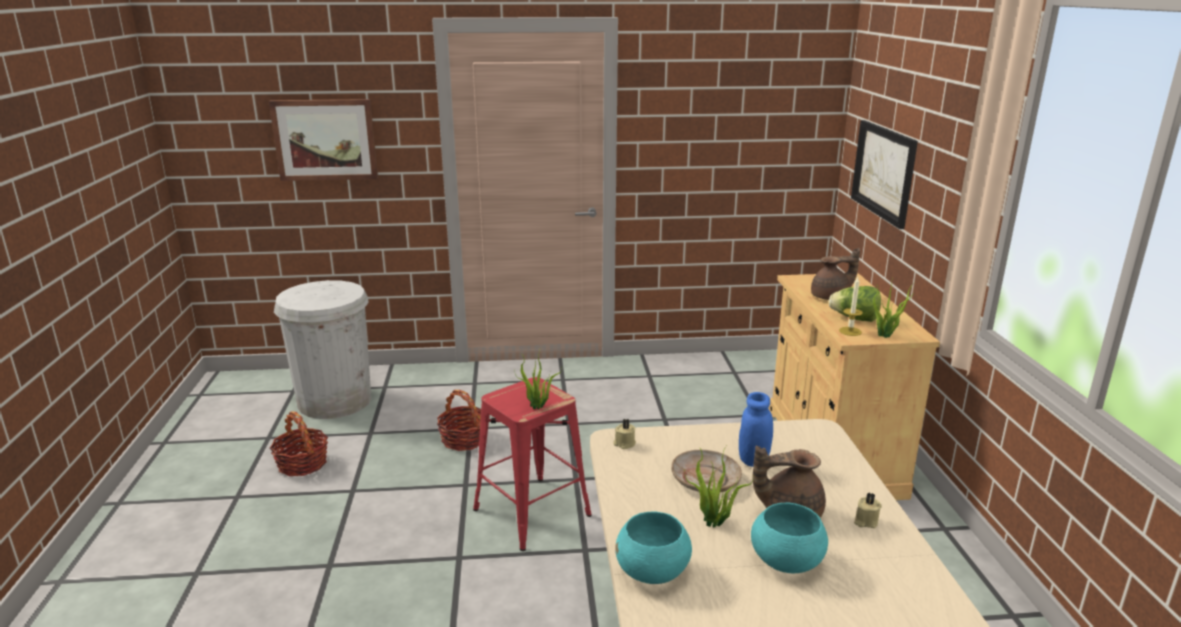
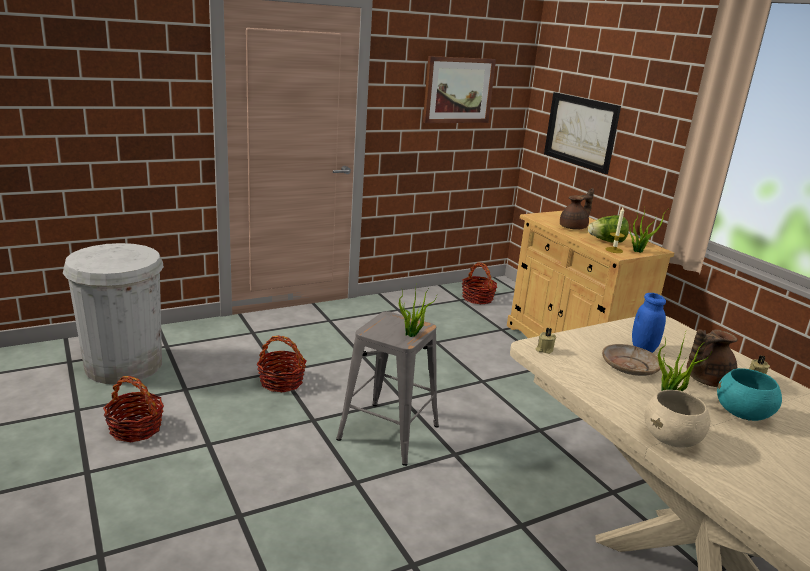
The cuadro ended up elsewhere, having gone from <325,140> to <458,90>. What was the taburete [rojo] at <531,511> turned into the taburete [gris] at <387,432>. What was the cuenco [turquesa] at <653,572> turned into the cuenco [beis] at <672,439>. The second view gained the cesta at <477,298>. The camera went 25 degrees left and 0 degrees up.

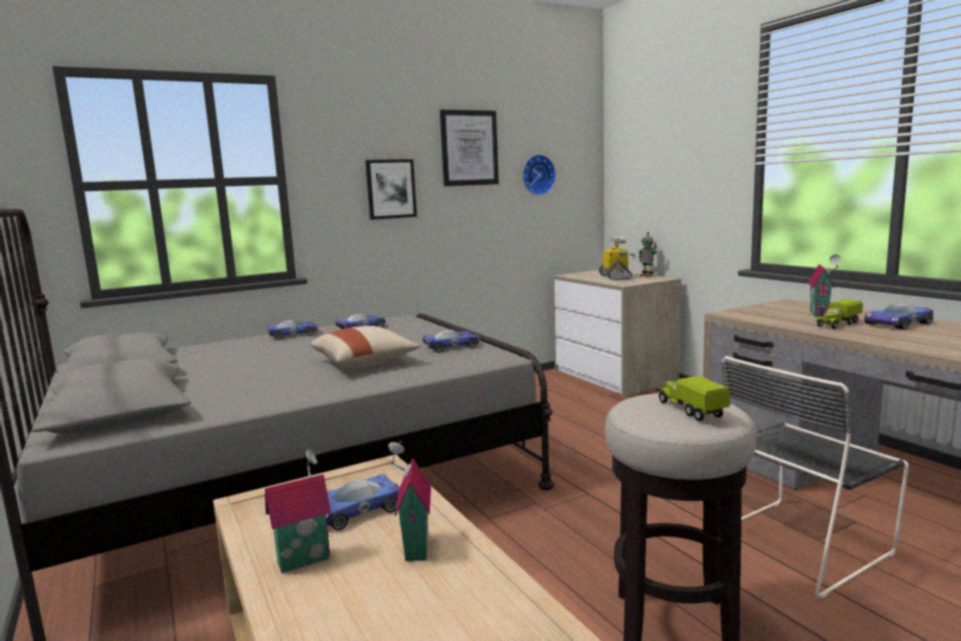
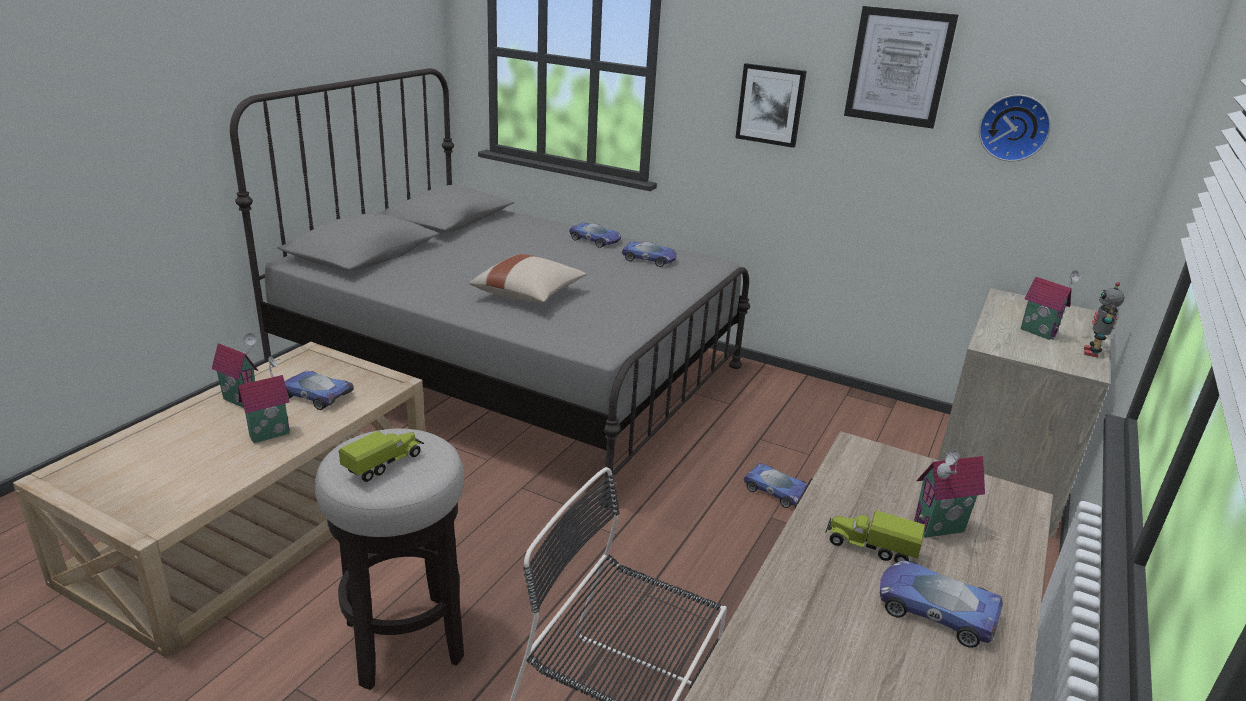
The coche de juguete ended up elsewhere, having gone from <452,346> to <777,491>. Where the robot de juguete stood at <616,277>, the casita came to stand at <1039,332>. The camera went 55 degrees right and 15 degrees up.

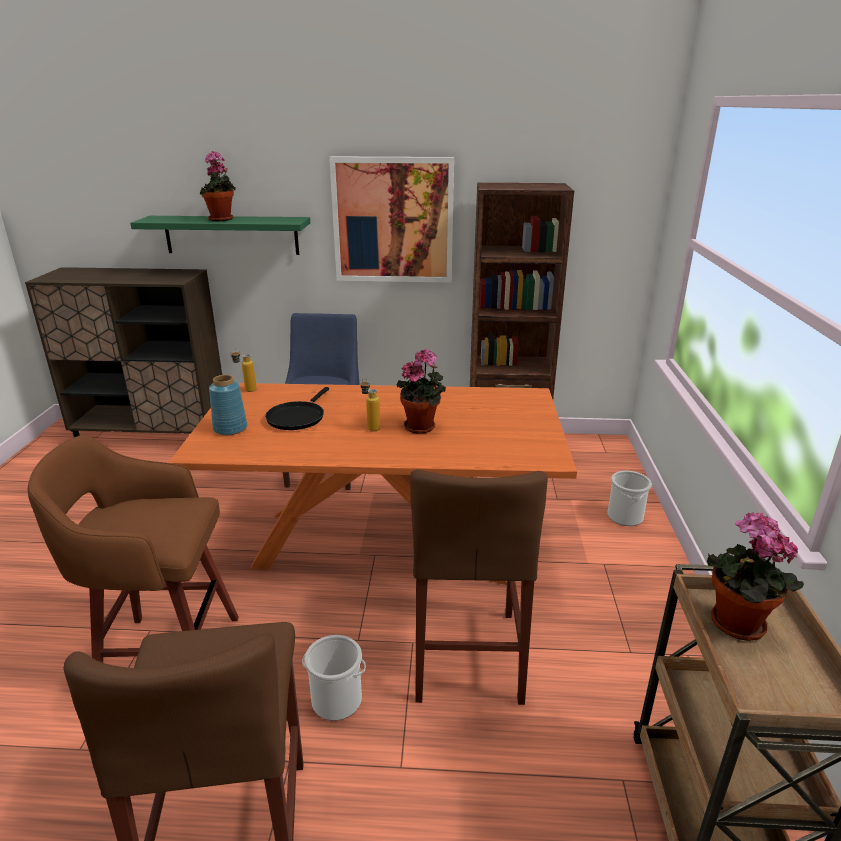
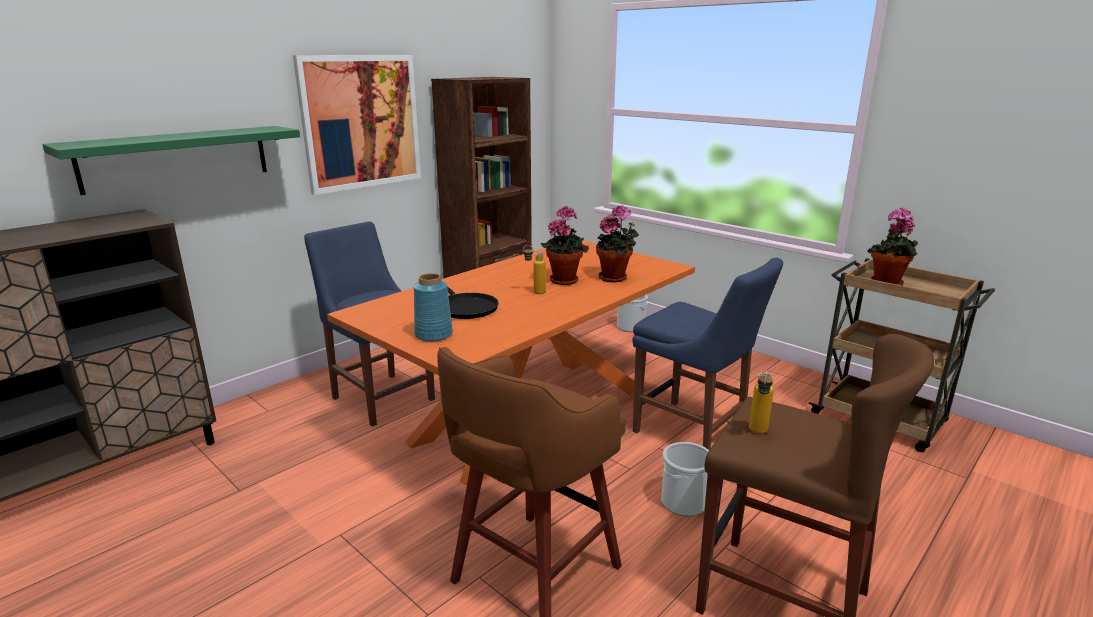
The planta en maceta ended up elsewhere, having gone from <222,219> to <615,278>. The botella ended up elsewhere, having gone from <246,390> to <757,433>. Where the taburete [marrón] stood at <467,654>, the silla [azul] came to stand at <693,433>. The camera went 50 degrees left and 5 degrees down.

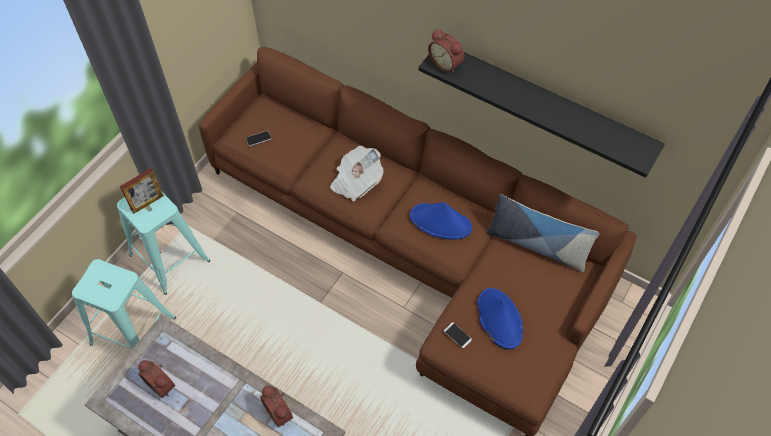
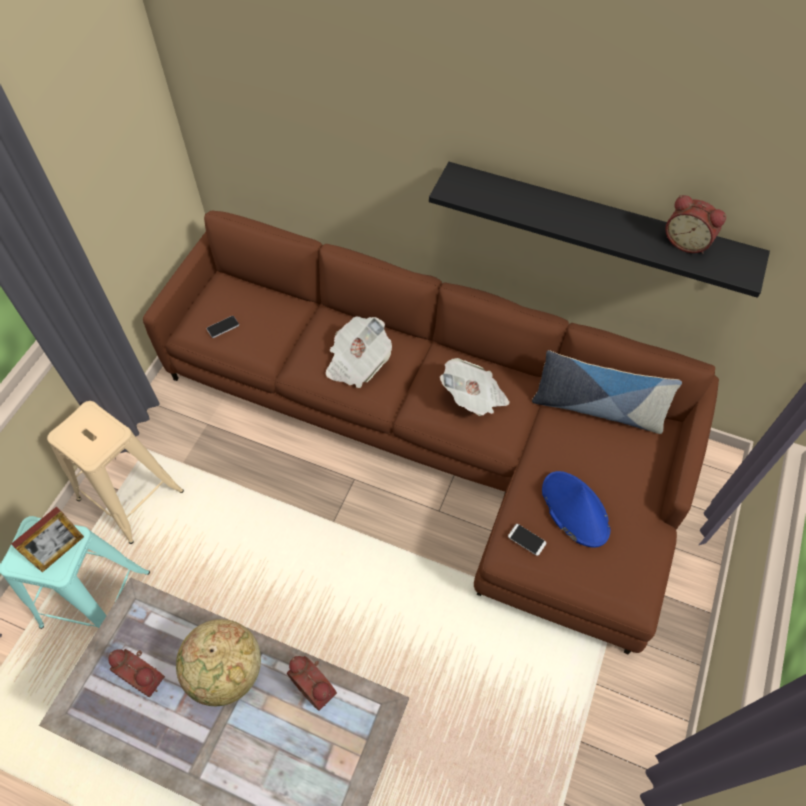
What was the taburete [turquesa] at <169,258> turned into the taburete [beis] at <130,495>. The portarretratos ended up elsewhere, having gone from <147,203> to <61,552>. Where the sombrero [azul] stood at <441,222>, the periódico came to stand at <474,397>. The despertador ended up elsewhere, having gone from <446,63> to <687,241>. The second view gained the globo terráqueo at <226,672>. The camera went 10 degrees left and 0 degrees up.

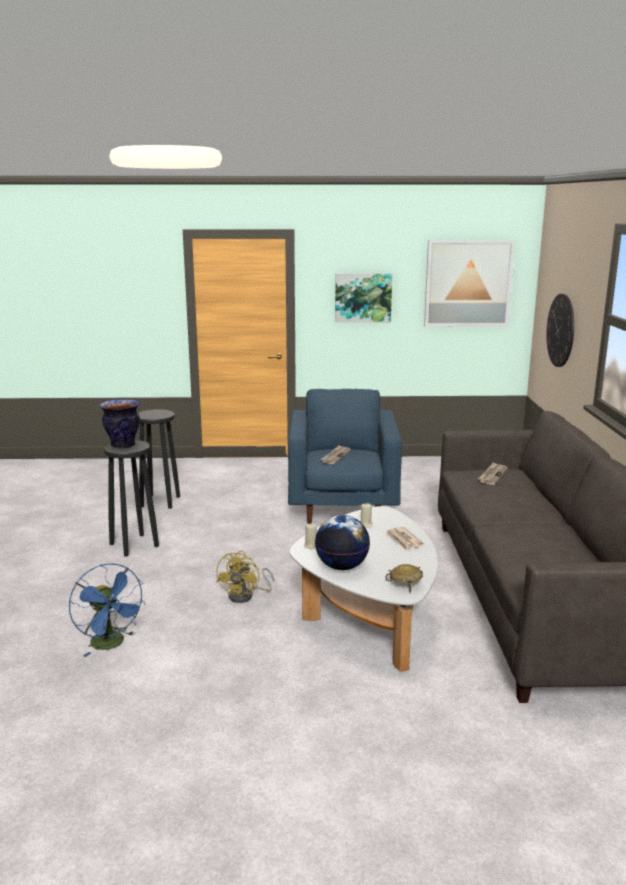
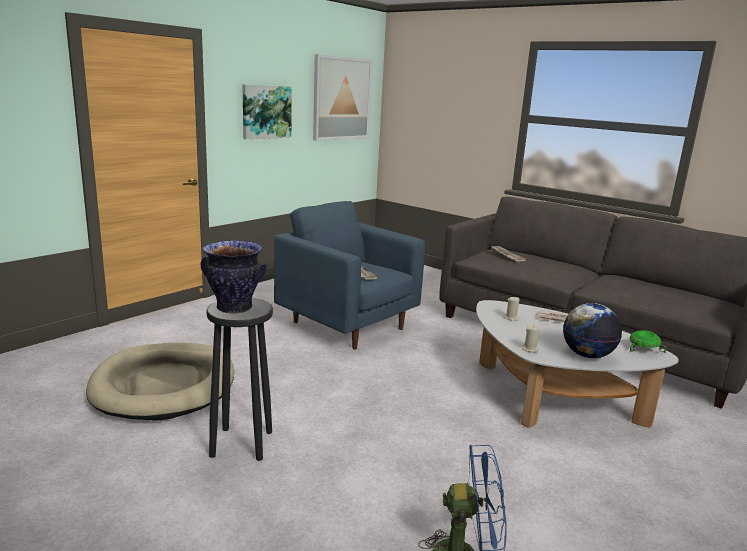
Where the taburete [negro] stood at <161,501>, the cama para perro [beis] came to stand at <164,385>. The second view lost the ventilador [amarillo] at <246,595>. What was the cuenco [beis] at <406,584> turned into the cuenco [verde] at <643,349>. The second view lost the reloj de pared at <560,330>. The camera went 50 degrees left and 0 degrees up.

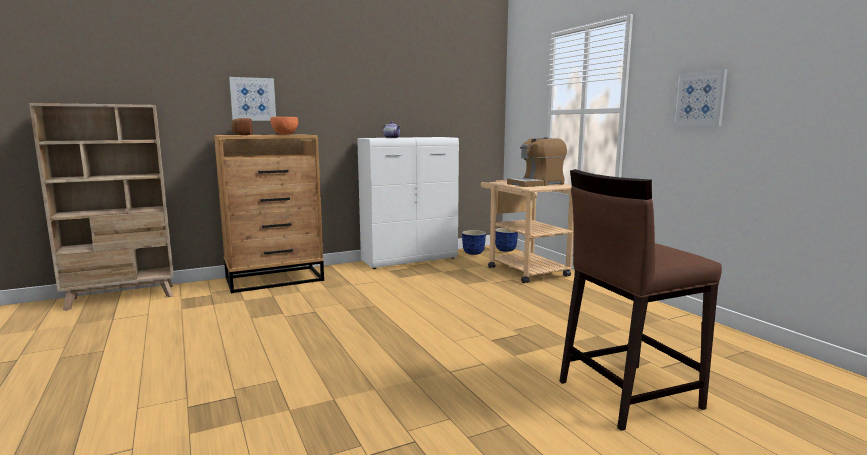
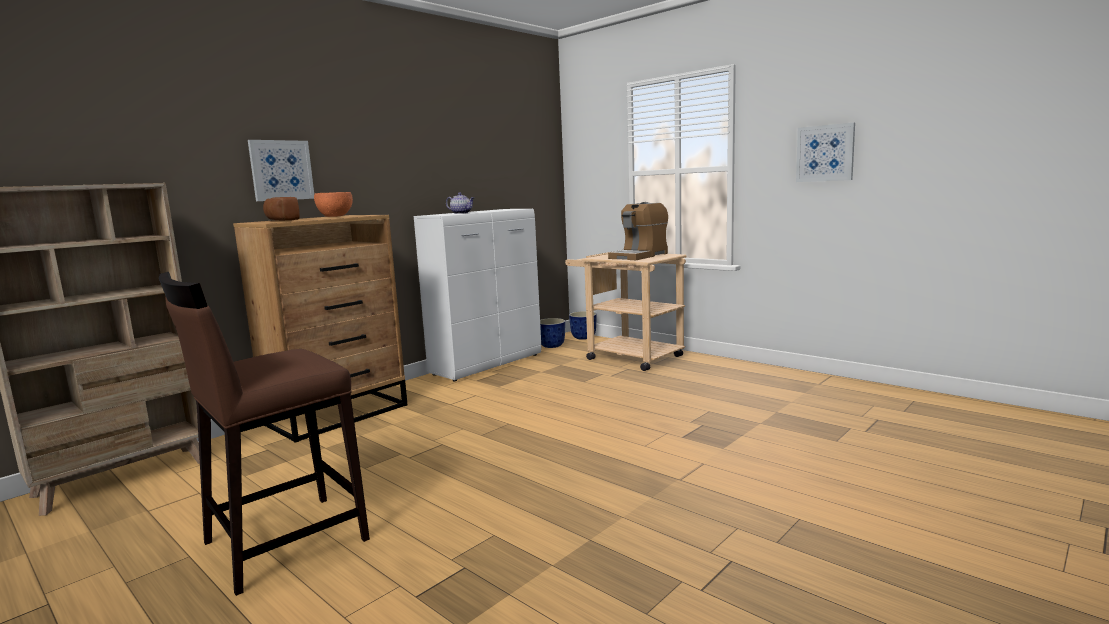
The taburete [marrón] ended up elsewhere, having gone from <627,394> to <283,541>. The camera went 20 degrees left and 0 degrees up.

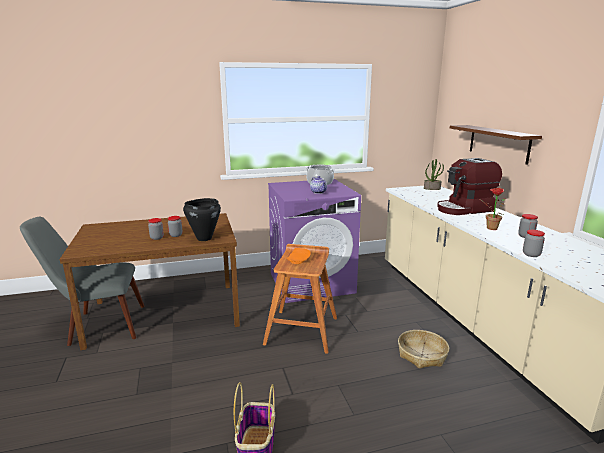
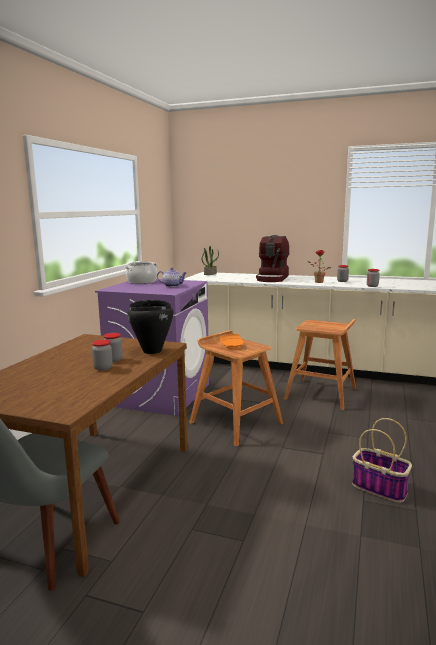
Where the cesta stood at <422,355>, the taburete [marrón] came to stand at <321,394>. The second view lost the estante [marrón] at <498,143>. The camera went 55 degrees left and 5 degrees down.

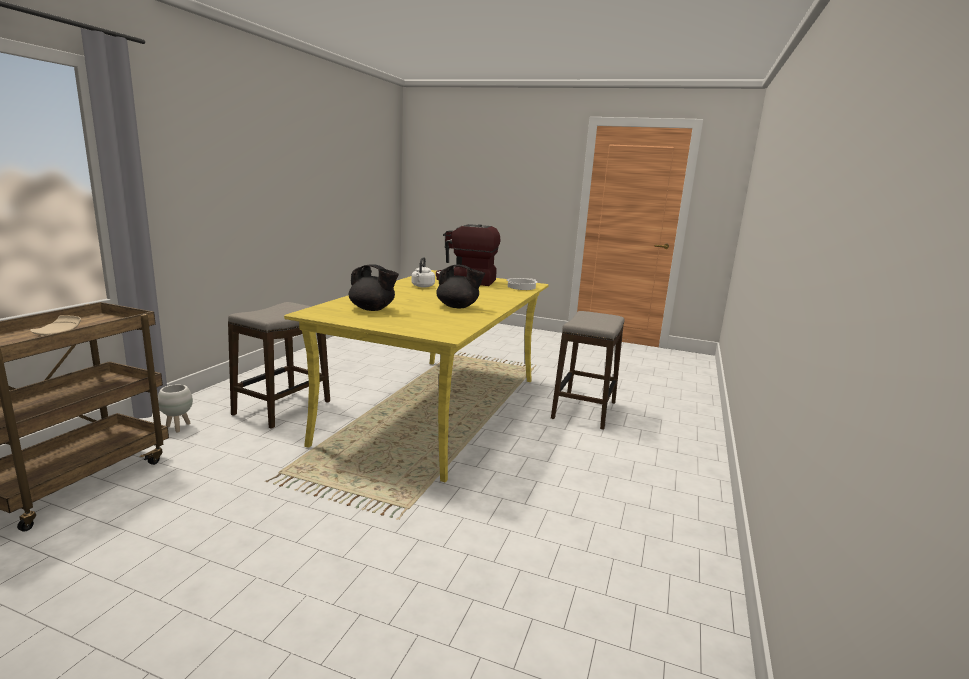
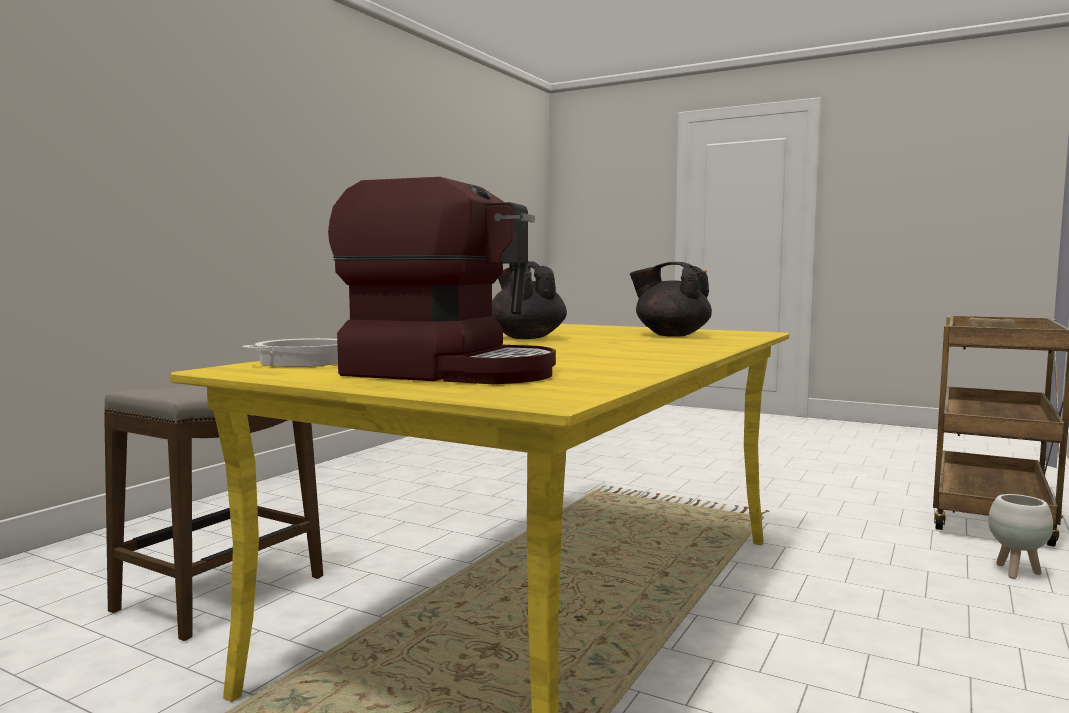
The second view lost the taburete at <282,408>. The second view lost the hervidor [blanco] at <422,286>. The tetera [negro] at <458,307> ended up facing another way, 45 degrees clockwise from before. The camera went 170 degrees left and 10 degrees down.

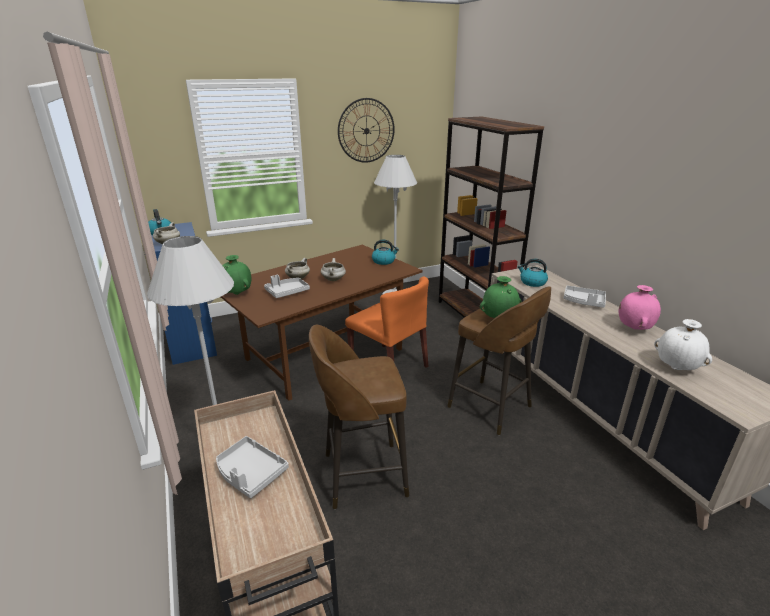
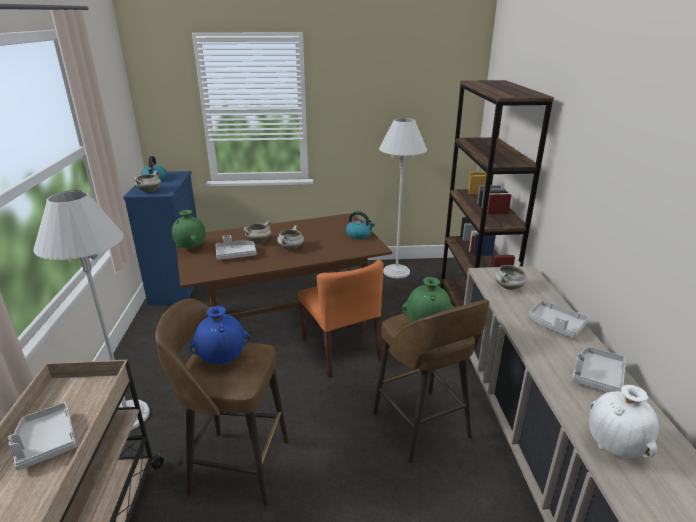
The second view lost the reloj de pared at <366,131>. Where the hervidor stood at <532,282>, the olla [blanco] came to stand at <508,287>. Where the florero [rosa] stood at <634,328>, the bandeja [gris] came to stand at <597,376>. The second view gained the florero [azul] at <223,360>. The camera went 20 degrees right and 0 degrees up.

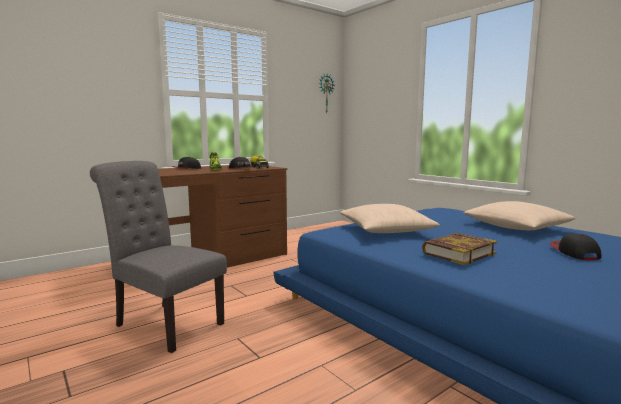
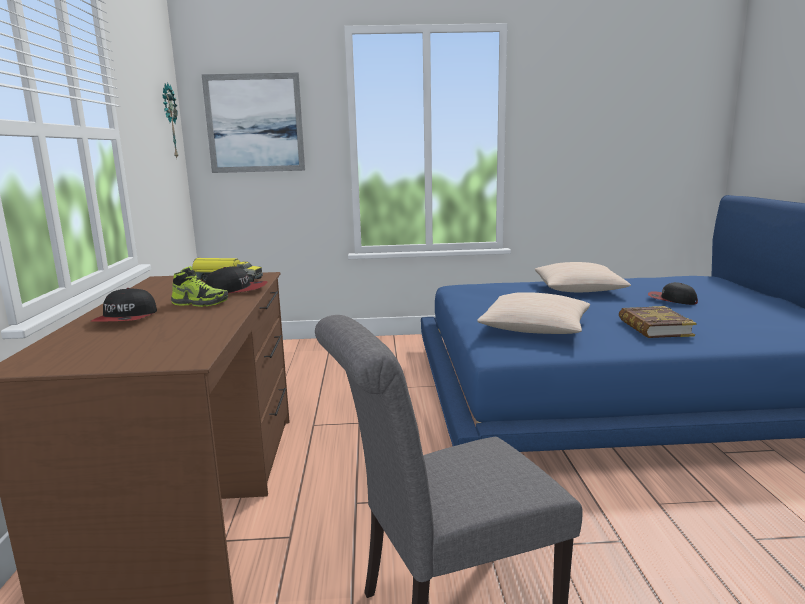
The second view gained the cuadro at <255,123>. The camera went 55 degrees left and 5 degrees up.

